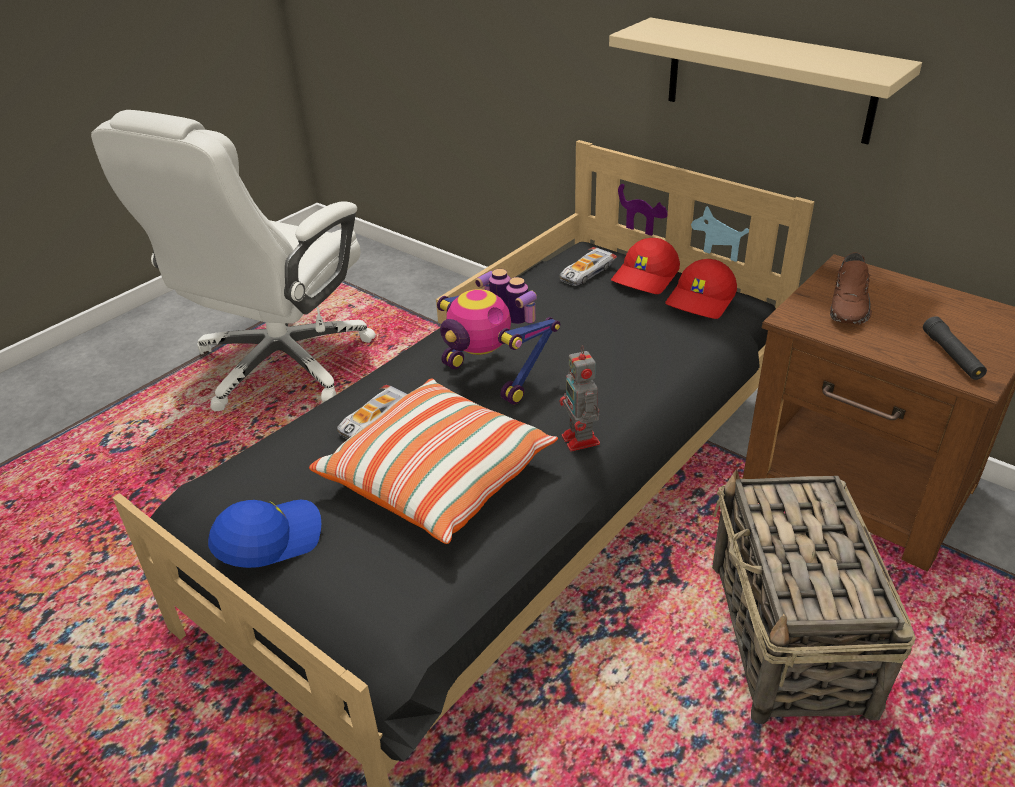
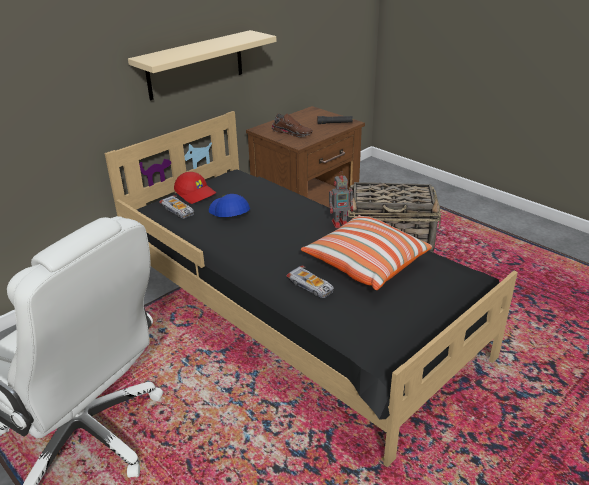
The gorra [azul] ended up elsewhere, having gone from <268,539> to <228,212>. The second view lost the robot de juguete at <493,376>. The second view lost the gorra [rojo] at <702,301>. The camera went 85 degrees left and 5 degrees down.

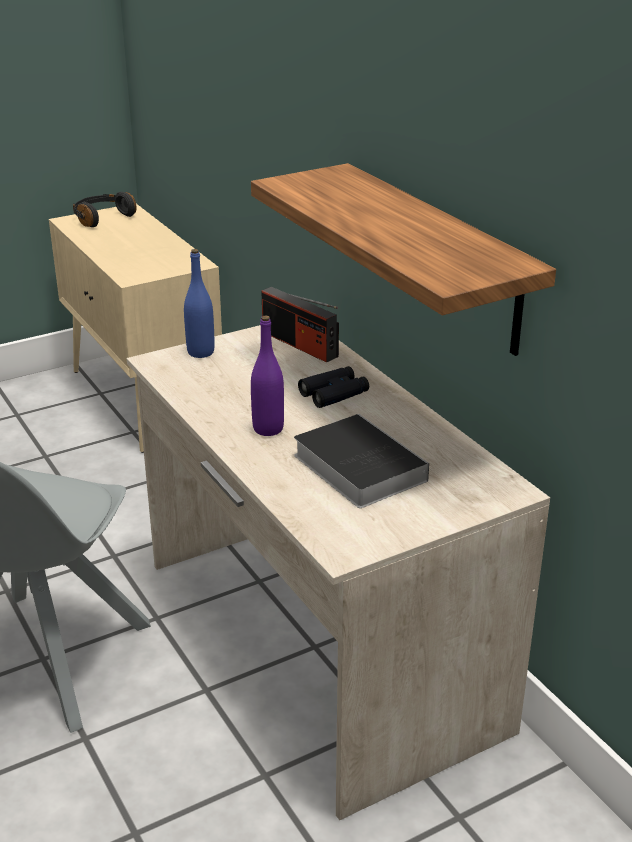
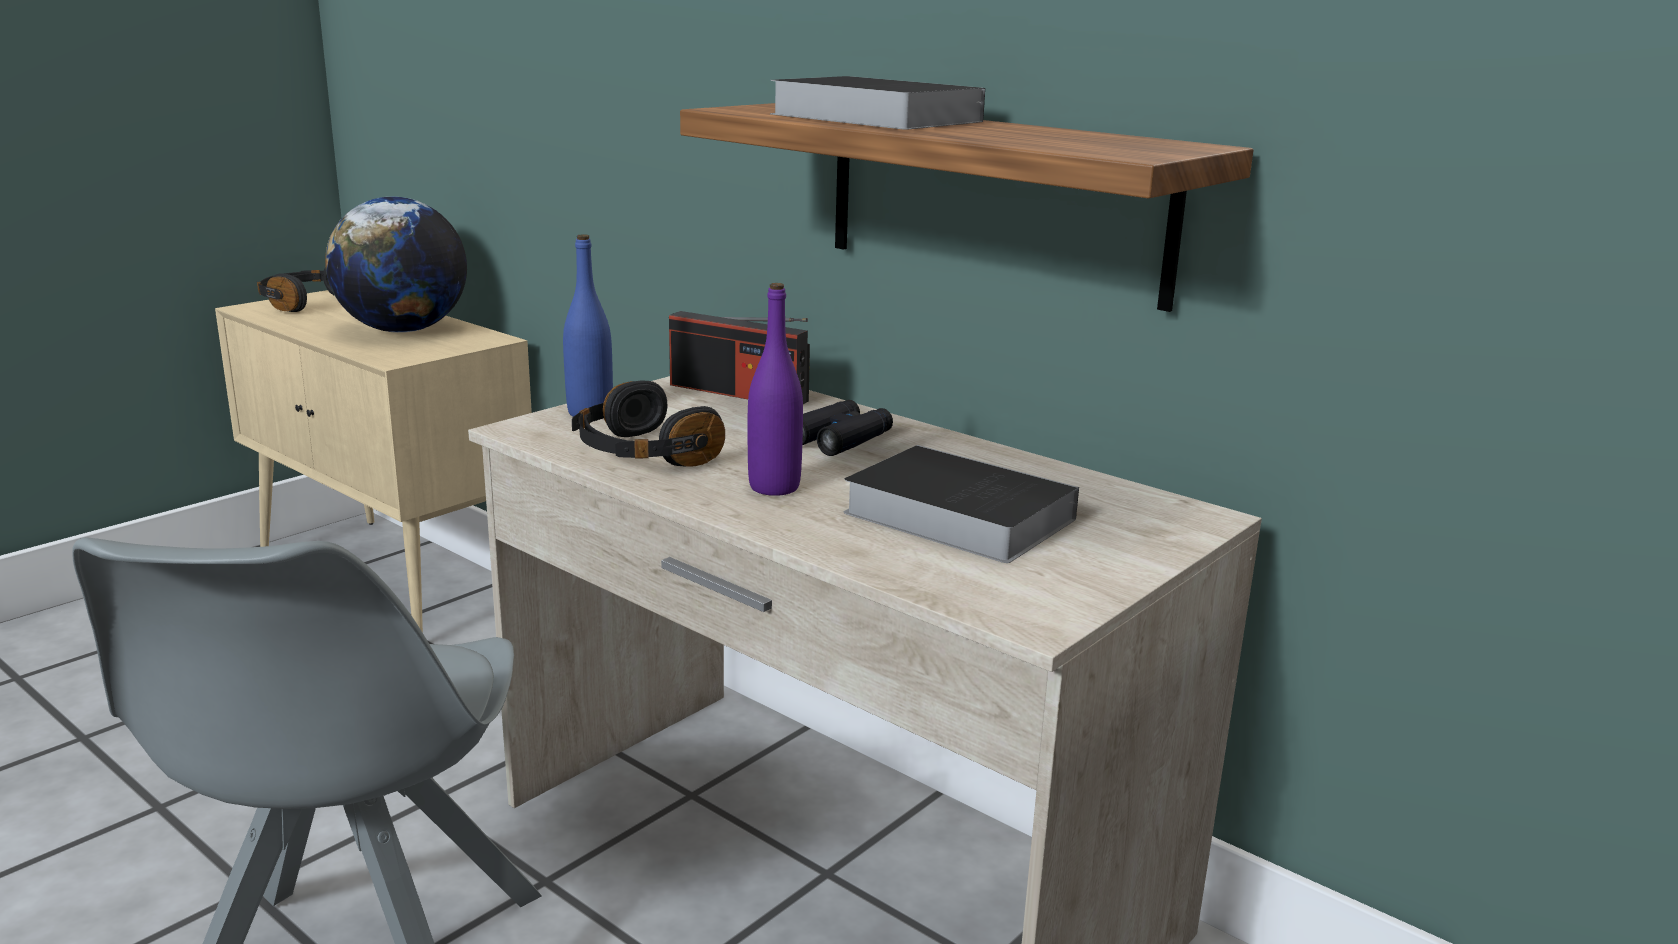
The second view gained the globo terráqueo at <403,330>. The second view gained the auriculares [negro] at <642,454>. The second view gained the libro at <869,117>. The camera went 20 degrees left and 10 degrees down.

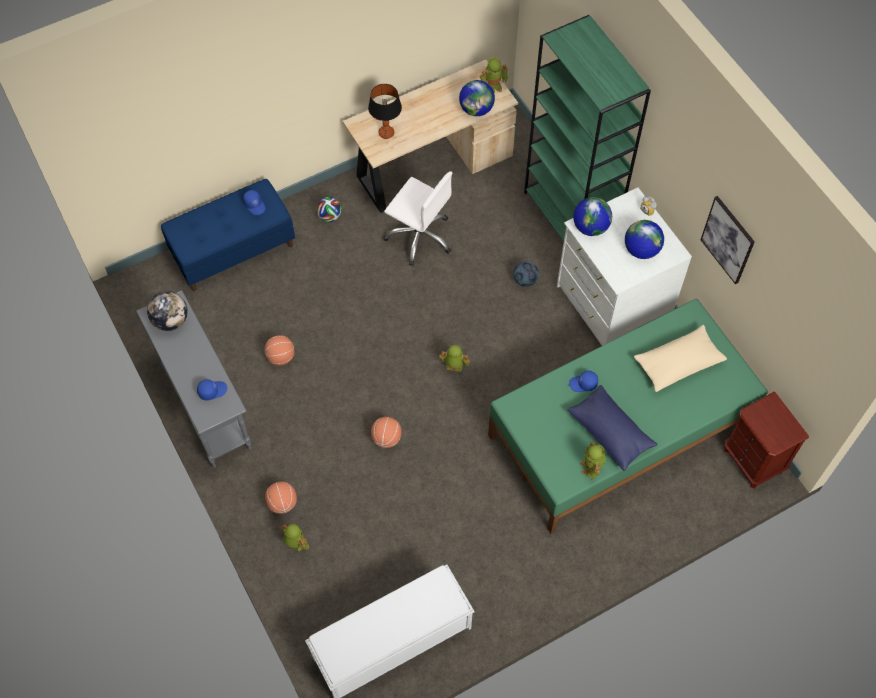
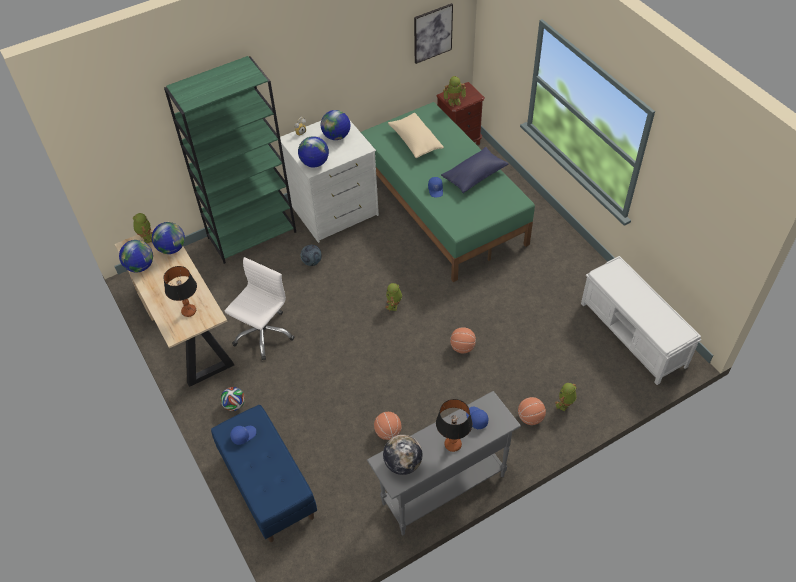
The robot de juguete ended up elsewhere, having gone from <592,467> to <454,101>. The cuadro ended up elsewhere, having gone from <728,240> to <432,33>. The second view gained the globo terráqueo at <140,266>. The second view gained the lámpara de mesa at <452,444>. The camera went 90 degrees left and 10 degrees down.

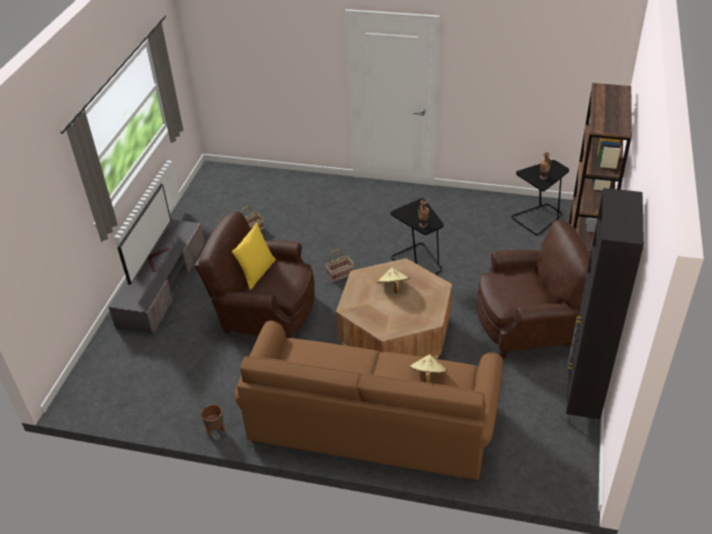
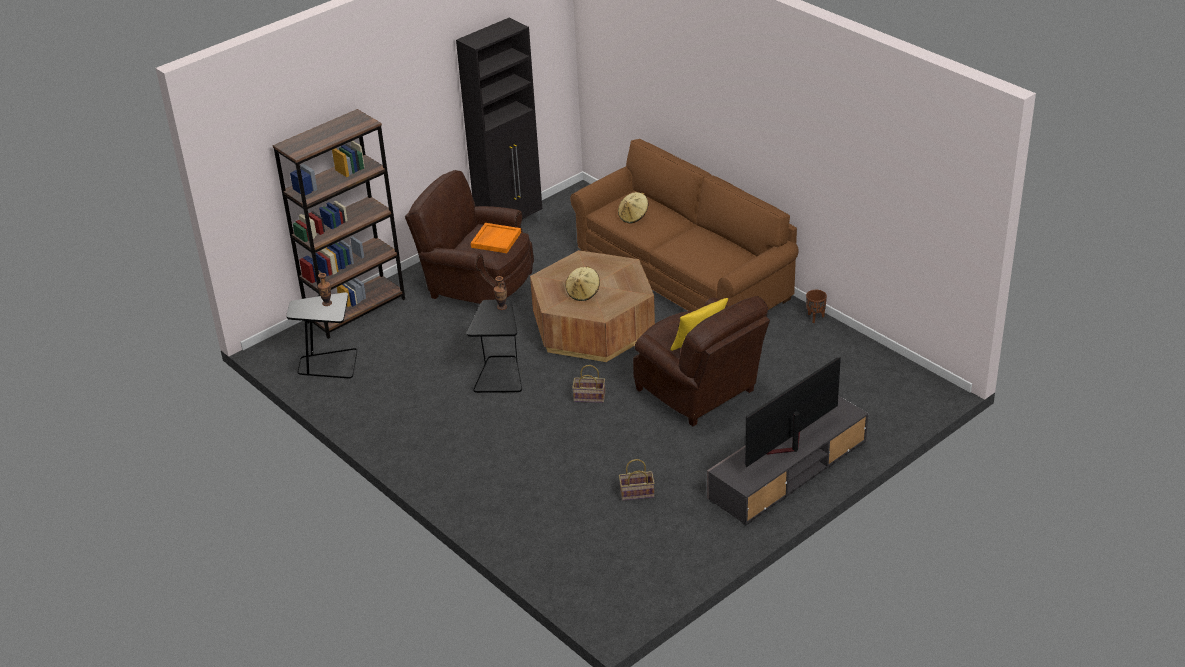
The second view gained the bandeja [naranja] at <496,239>. The camera went 145 degrees left and 5 degrees down.

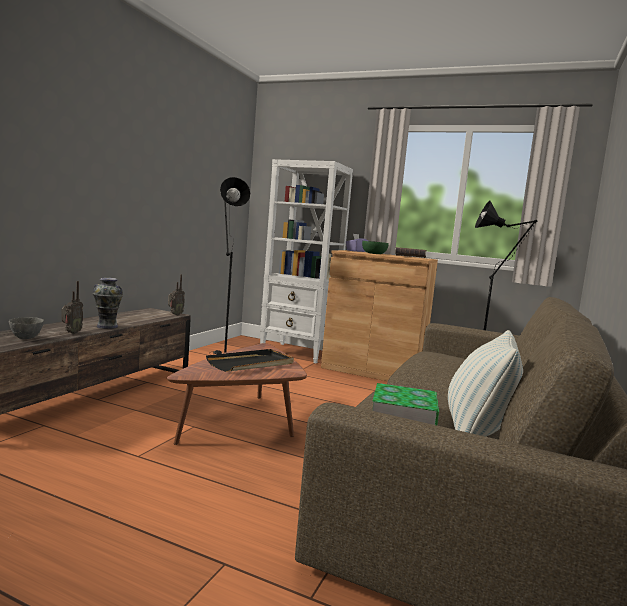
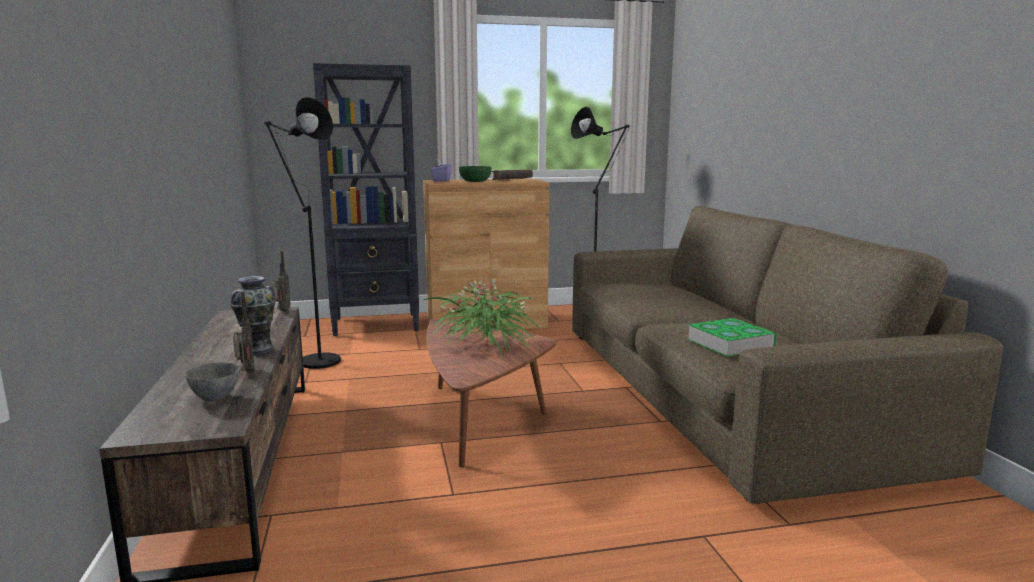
Where the bandeja [negro] stood at <251,363>, the planta en maceta came to stand at <485,345>. What was the estantería [blanco] at <298,353> turned into the estantería [negro] at <377,324>. The second view lost the cojín at <477,432>. The camera went 35 degrees left and 5 degrees up.

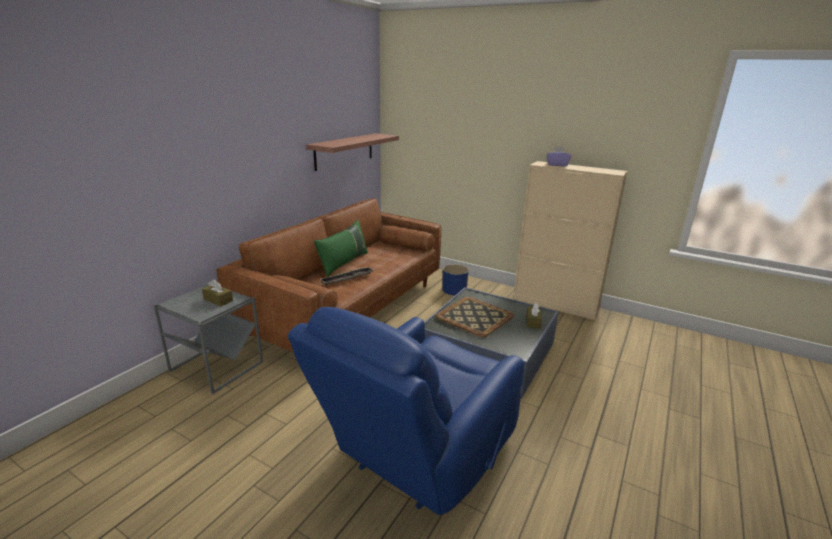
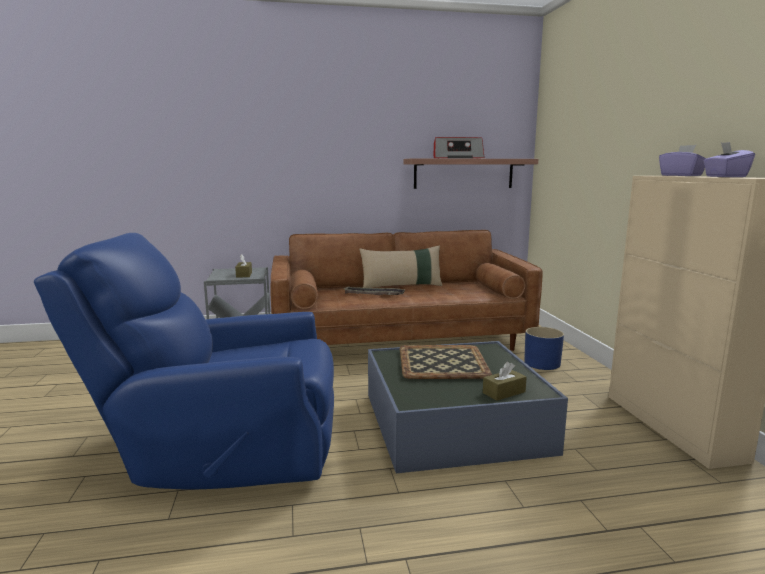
What was the cojín [verde] at <343,263> turned into the cojín [beis] at <402,286>. The second view gained the radio at <457,158>. The second view gained the caja de pañuelos [morado] at <724,177>. The camera went 50 degrees right and 10 degrees down.

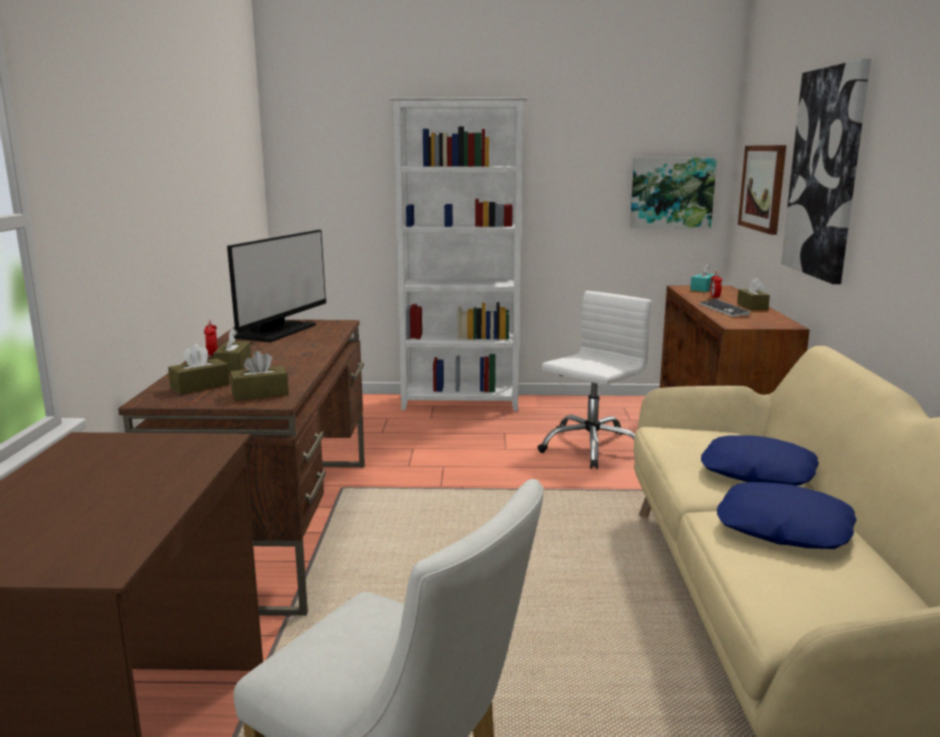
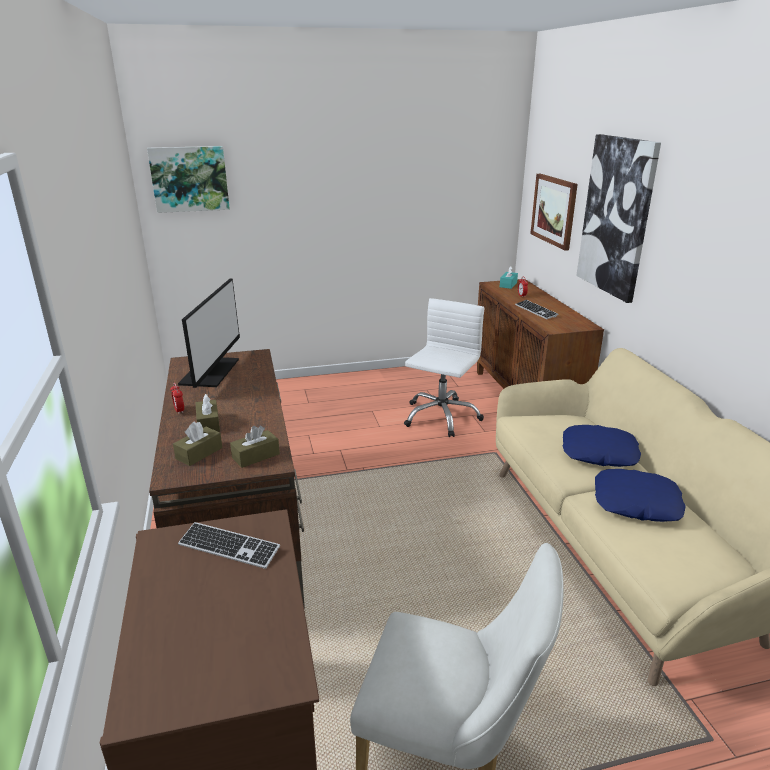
The second view lost the estantería [blanco] at <461,403>. The cuadro ended up elsewhere, having gone from <671,193> to <189,179>. The second view lost the caja de pañuelos [marrón] at <752,306>. The second view gained the teclado at <229,547>. The camera went 15 degrees left and 10 degrees up.

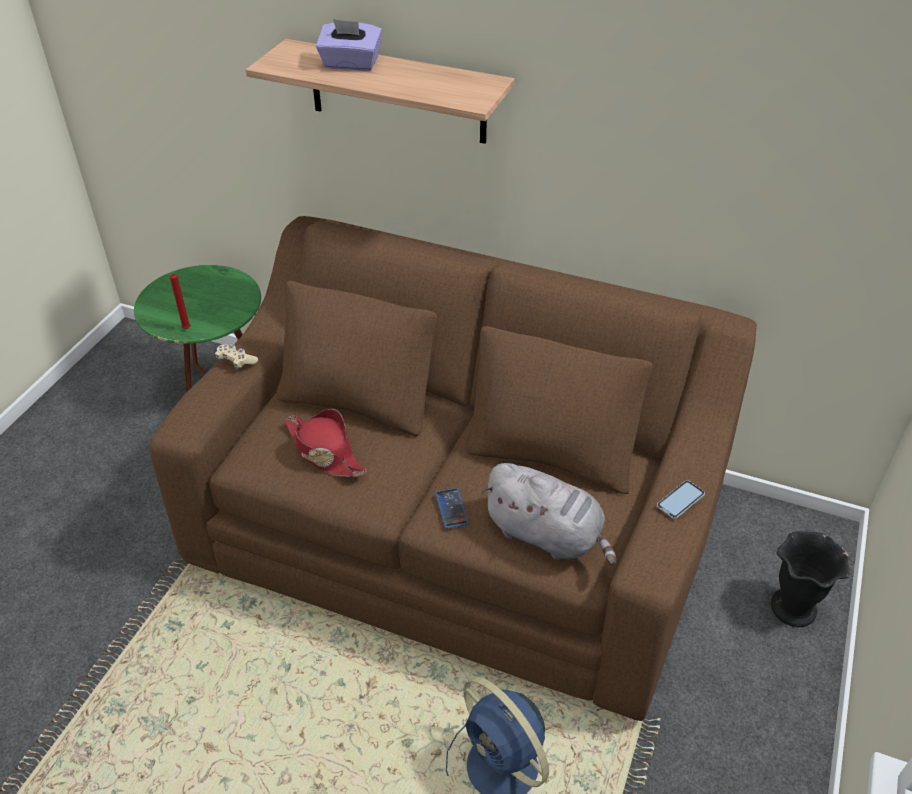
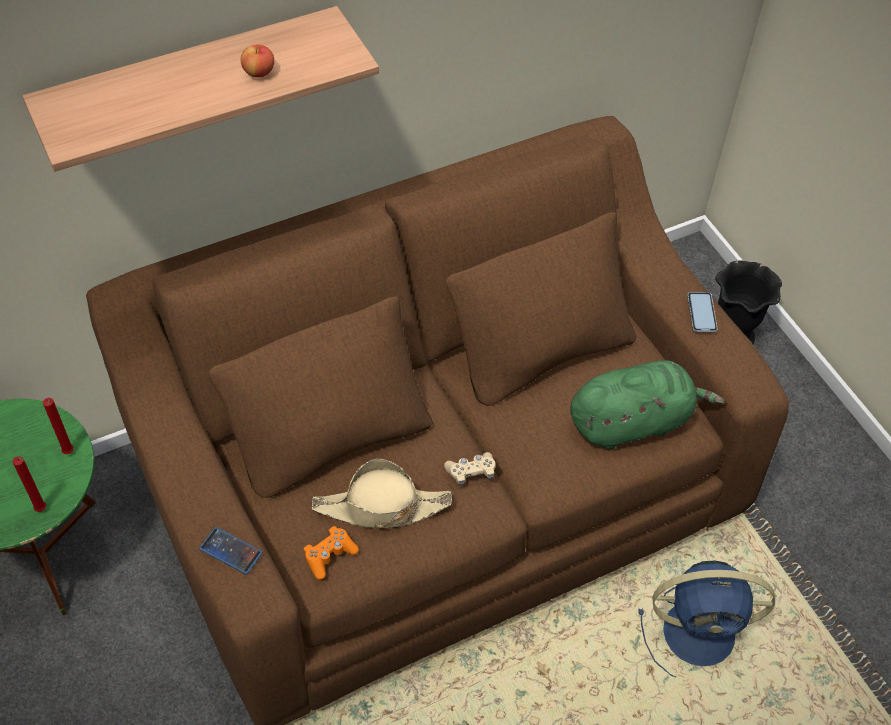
The mando de consola [beis] ended up elsewhere, having gone from <236,361> to <471,472>. What was the sombrero [rojo] at <324,451> turned into the sombrero [beis] at <381,507>. The second view lost the caja de pañuelos [morado] at <350,64>. The móvil ended up elsewhere, having gone from <451,508> to <231,551>. What was the peluche [gris] at <547,535> turned into the peluche [verde] at <633,421>. The second view gained the vela [rojo] at <69,453>. The second view gained the manzana at <259,72>. The second view gained the mando de consola [naranja] at <329,556>. The camera went 50 degrees left and 10 degrees up.

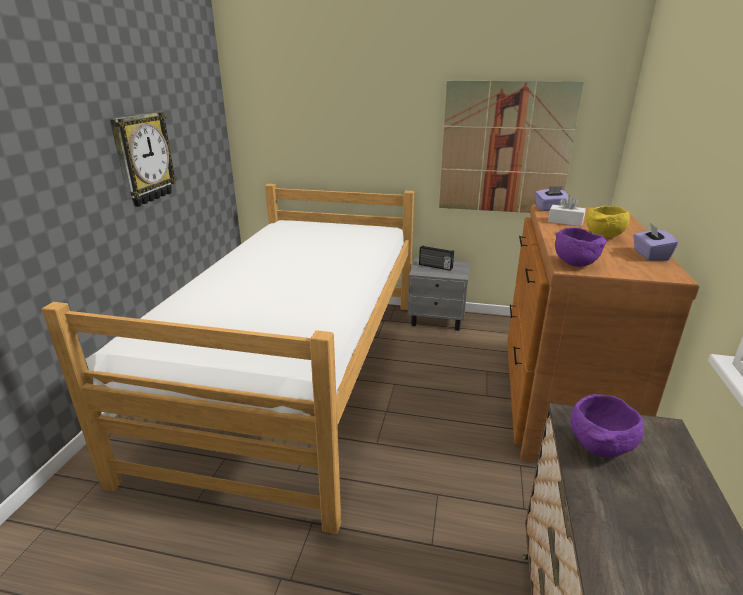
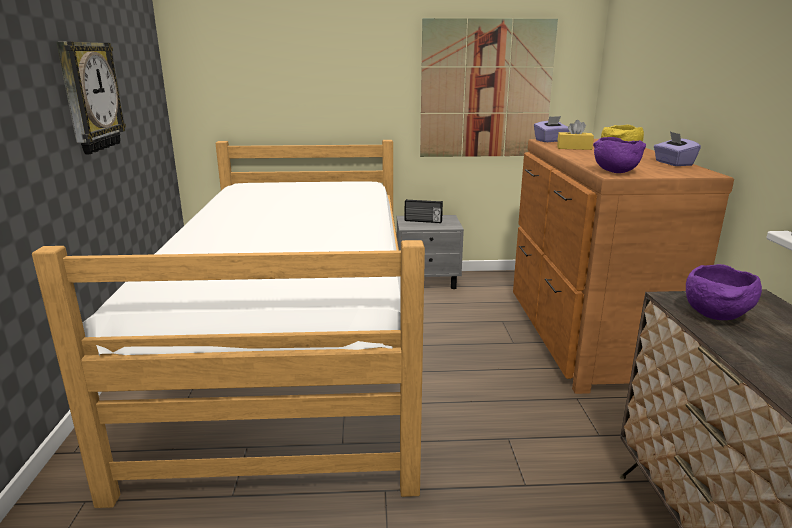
What was the caja de pañuelos [blanco] at <565,222> turned into the caja de pañuelos [amarillo] at <574,148>. The camera went 15 degrees left and 5 degrees down.

